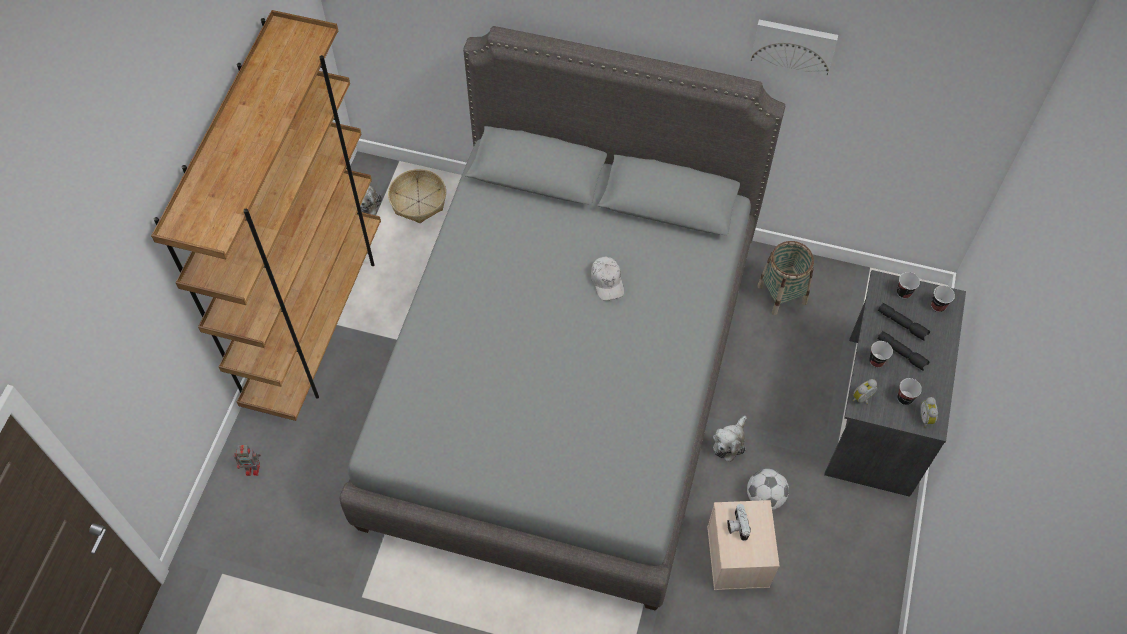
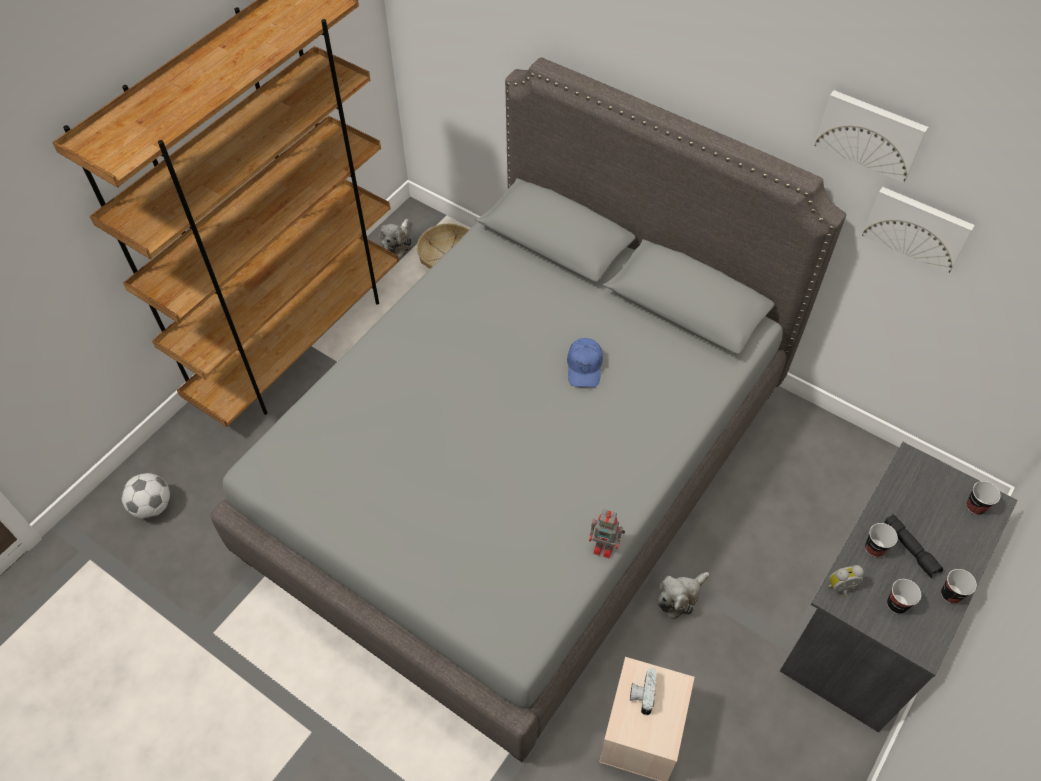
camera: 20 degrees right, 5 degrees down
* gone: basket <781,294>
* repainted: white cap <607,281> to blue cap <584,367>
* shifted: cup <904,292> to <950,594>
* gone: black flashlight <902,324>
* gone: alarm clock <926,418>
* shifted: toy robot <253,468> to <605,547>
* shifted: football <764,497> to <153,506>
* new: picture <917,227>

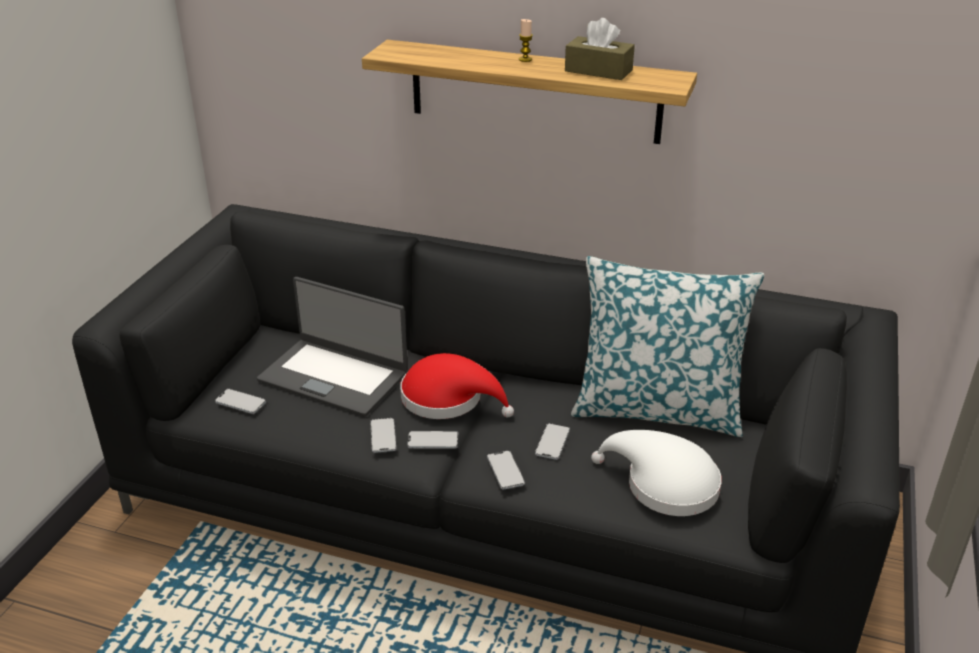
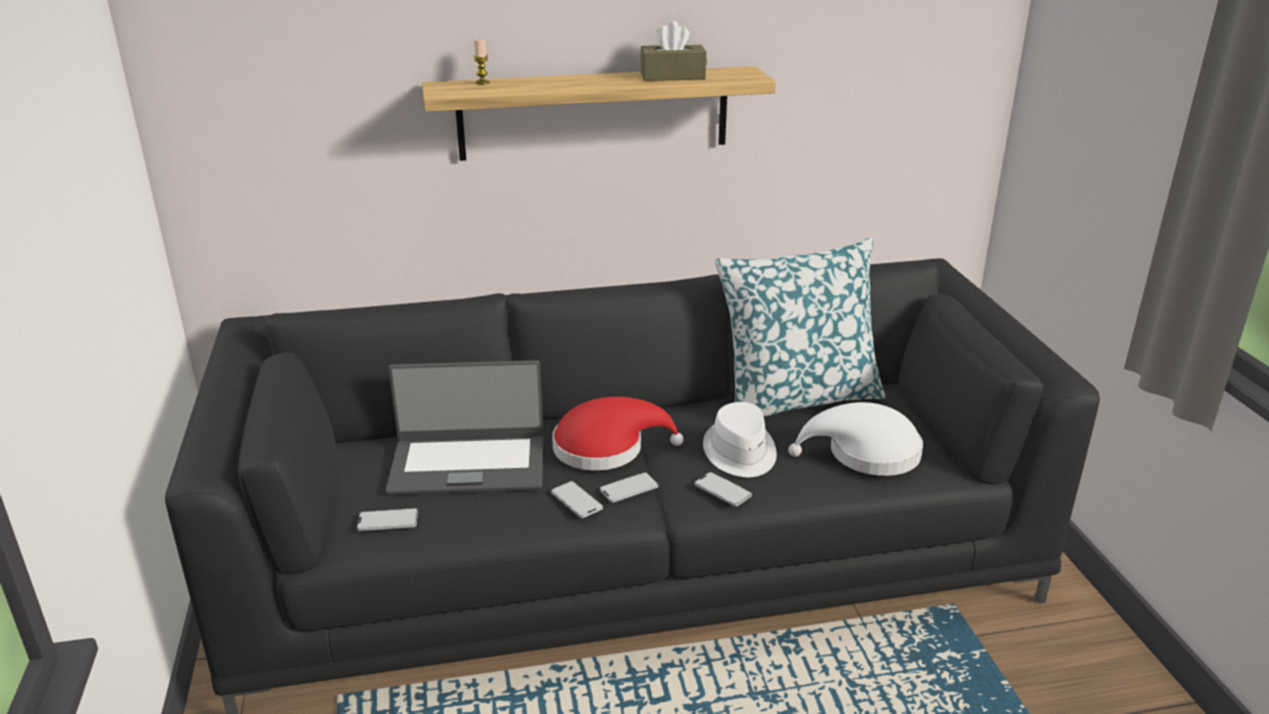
camera: 30 degrees left, 5 degrees down
* shifted: candle <525,59> to <482,83>
* swapped: phone <552,442> to white hat <739,452>

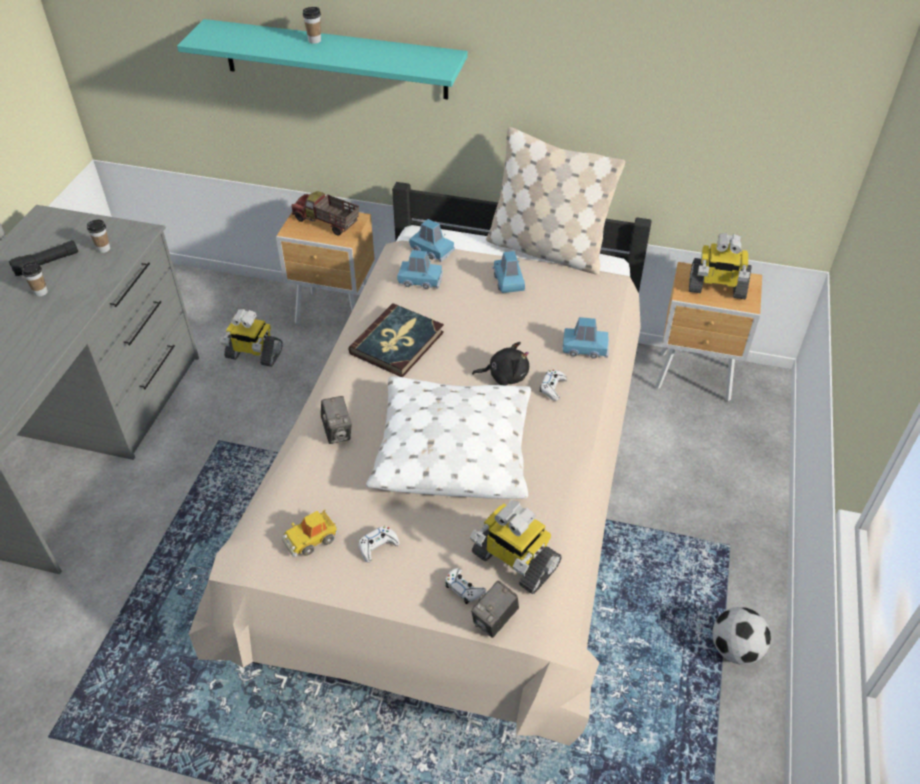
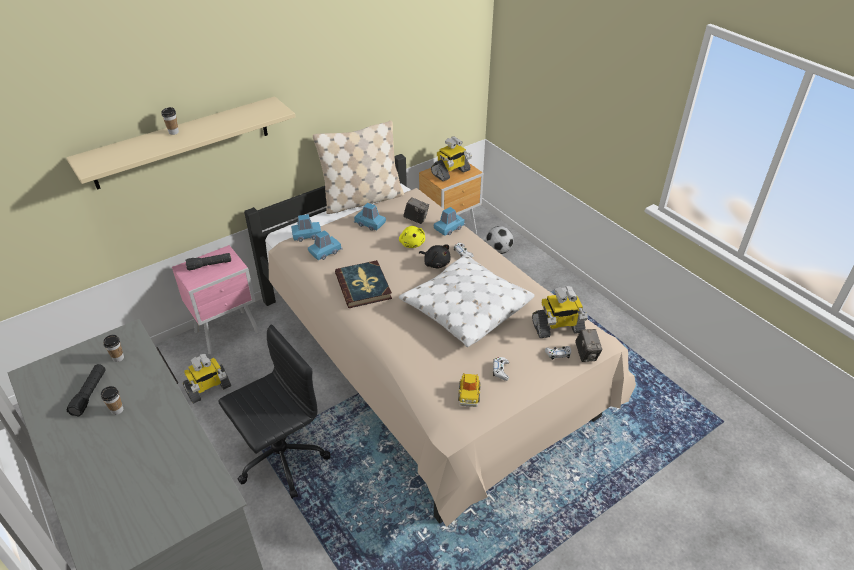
camera: 50 degrees left, 5 degrees down
* repainted: turquoise shelf <334,59> to beige shelf <182,142>
* swapped: toy truck <326,223> to black flashlight <209,265>
* repainted: brown nightstand <336,315> to pink nightstand <229,332>
* rotated: black plush toy <505,376> = <436,263> 90 degrees clockwise
* shifted: photo camera <337,432> to <416,219>
* shifted: football <735,649> to <498,250>
* new: yellow plush toy <412,243>
* new: black office chair <280,458>

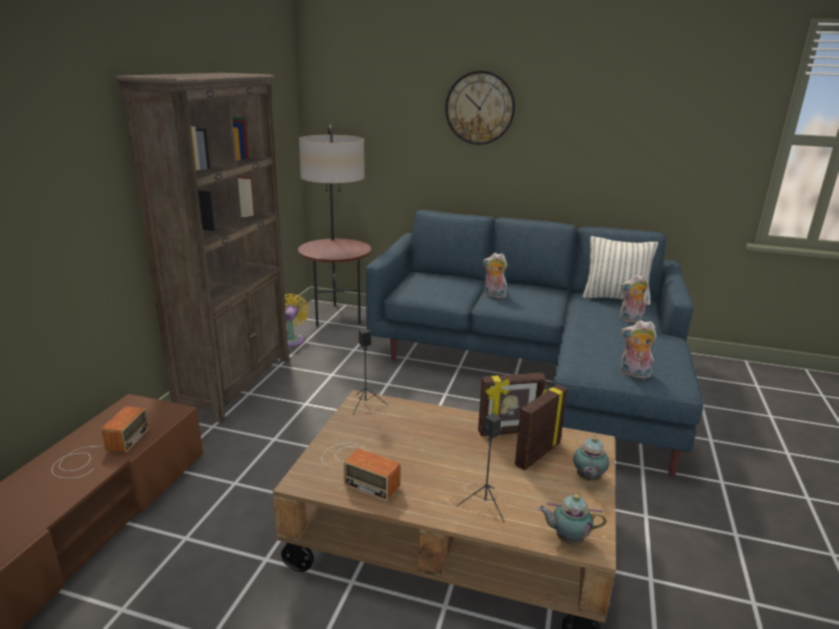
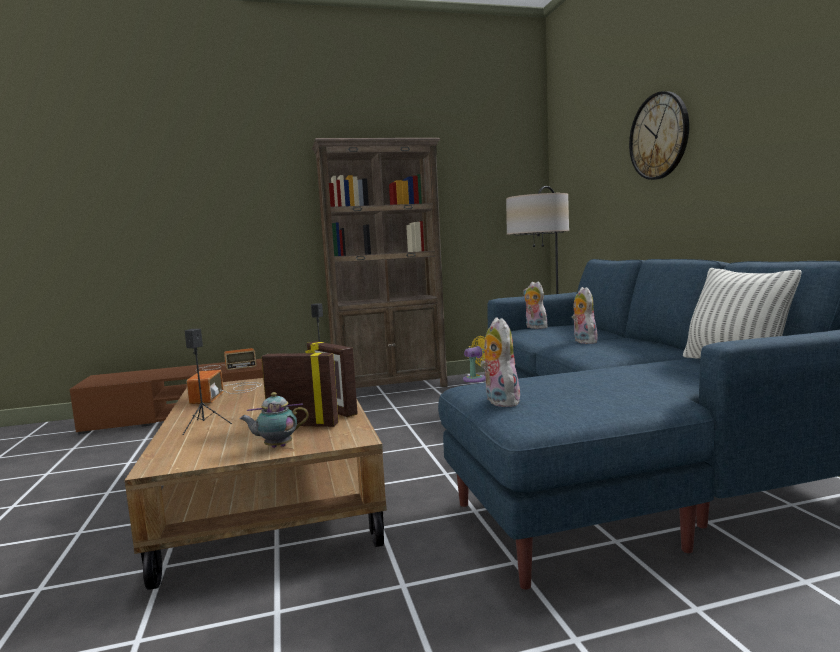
camera: 60 degrees right, 15 degrees down
* shifted: plush toy <630,320> to <534,327>
* gone: teapot <567,539>

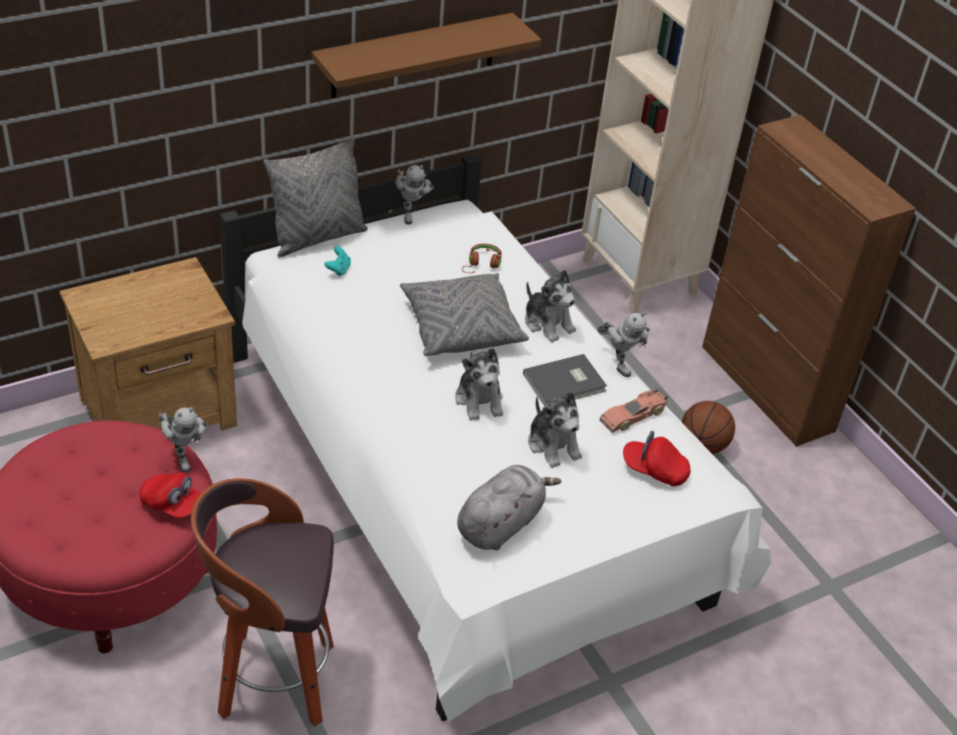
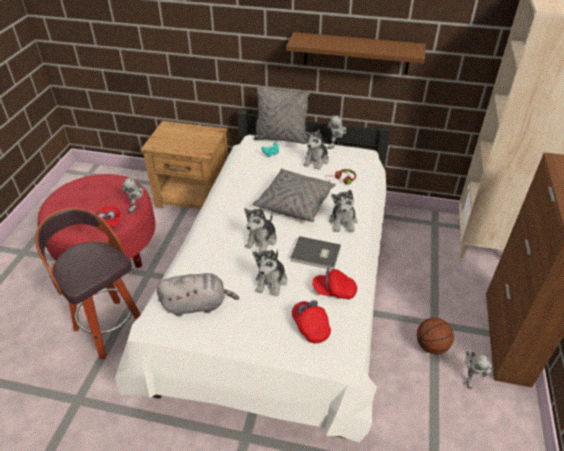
camera: 45 degrees right, 0 degrees up
* shifted: toy robot <618,363> to <470,376>
* swapped: toy car <633,416> to red cap <334,291>
* new: plush toy <316,161>

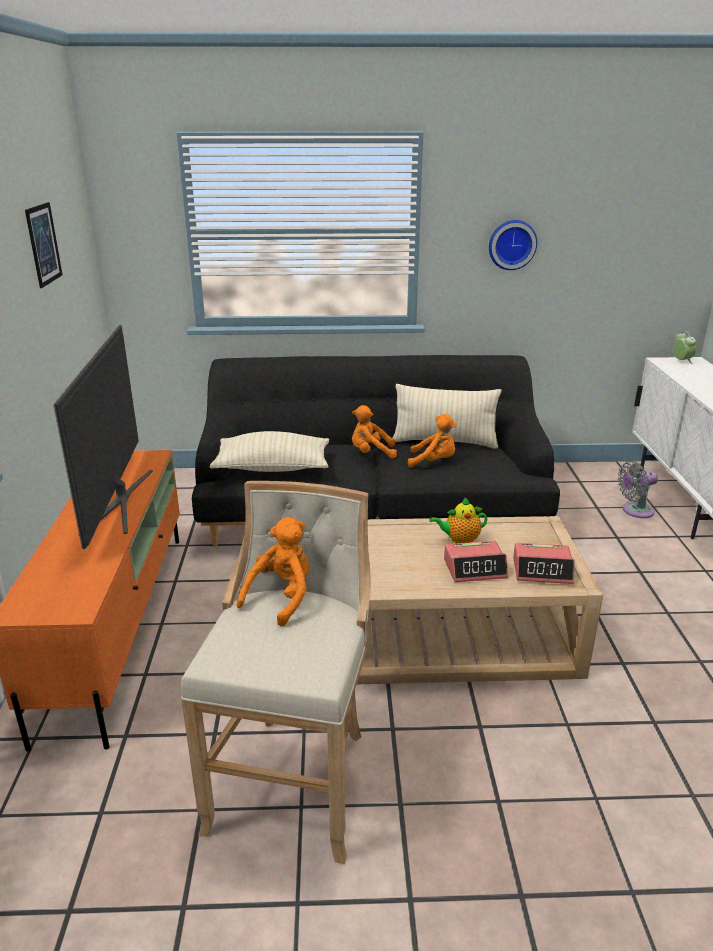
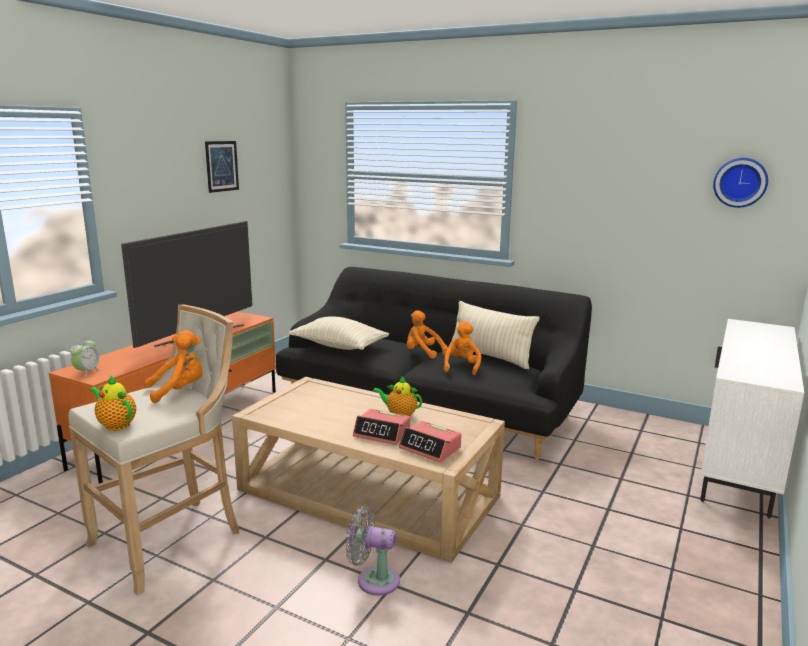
camera: 30 degrees right, 10 degrees down
* shifted: wall clock <511,244> to <740,182>
* shifted: alarm clock <681,361> to <87,372>
* rotated: orange plush toy <434,462> = <461,367> 120 degrees counterclockwise
* shifted: grey fan <635,511> to <373,580>
* new: teapot <116,425>

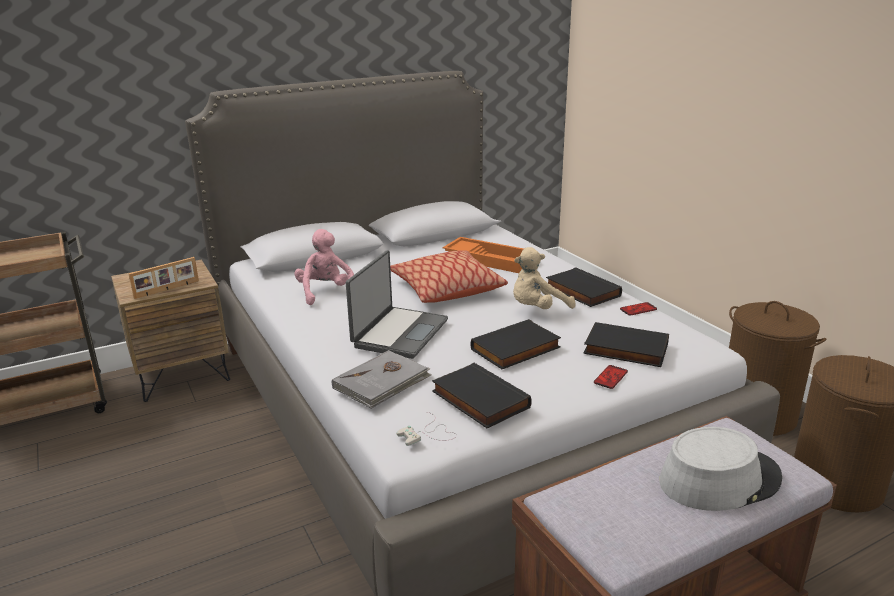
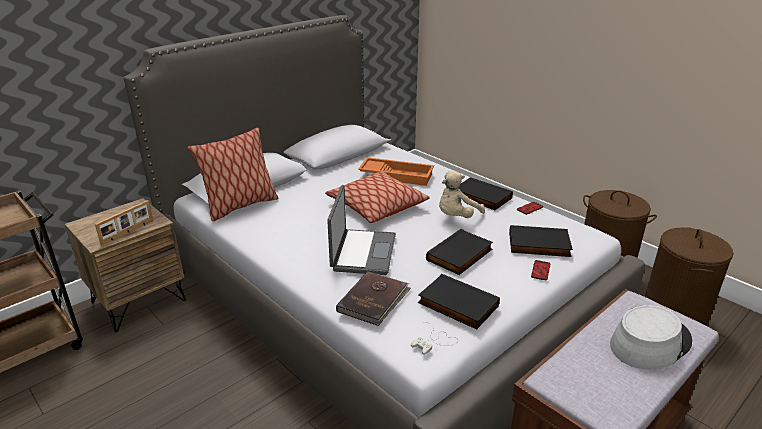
camera: 15 degrees left, 5 degrees up
* gone: pink plush toy <326,293>
* repainted: grey book <382,382> to brown book <374,300>
* new: pillow <240,206>

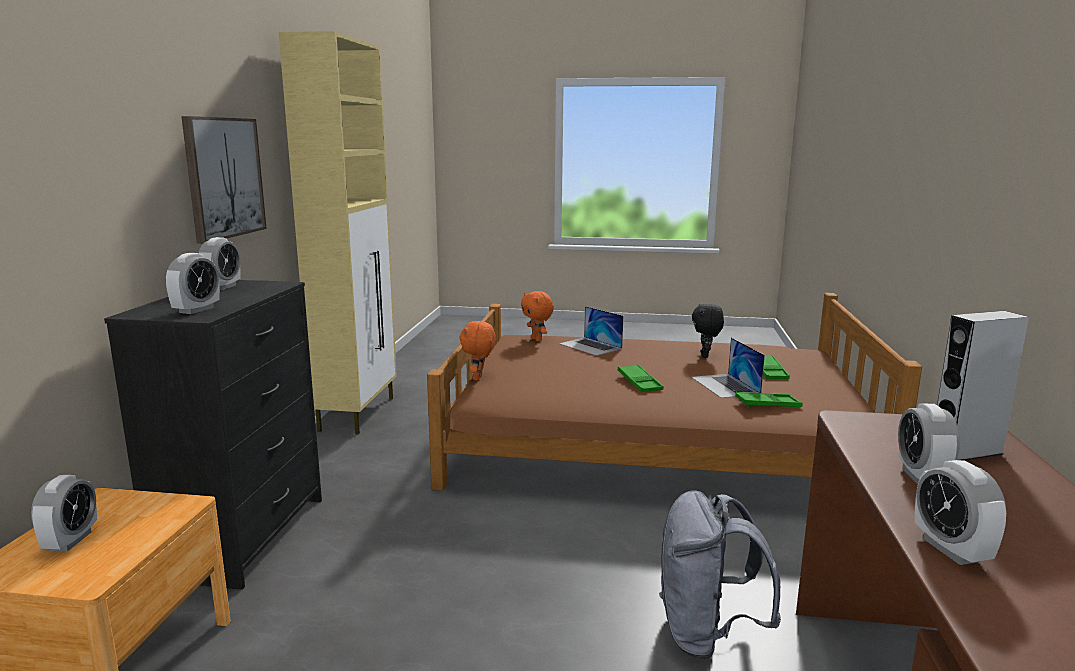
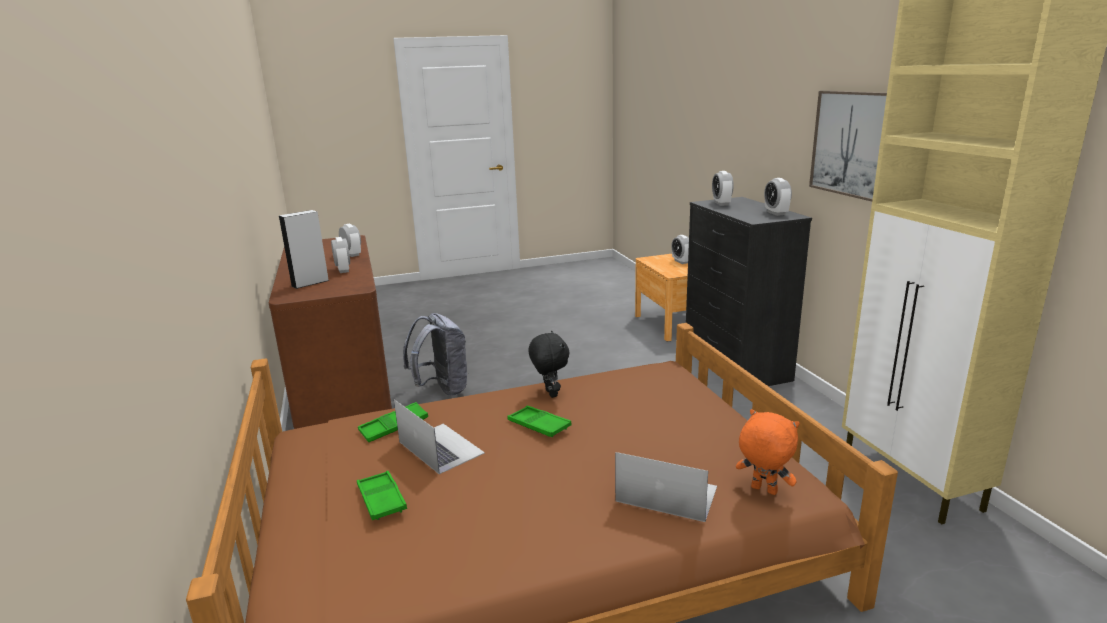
camera: 155 degrees right, 5 degrees up
* shifted: black plush toy <705,356> to <549,393>
* gone: orange plush toy <478,378>

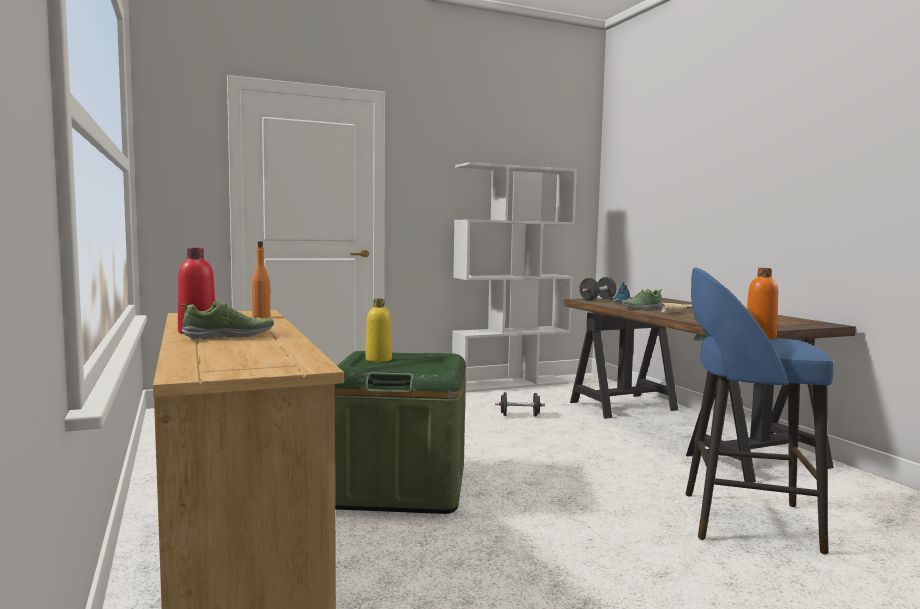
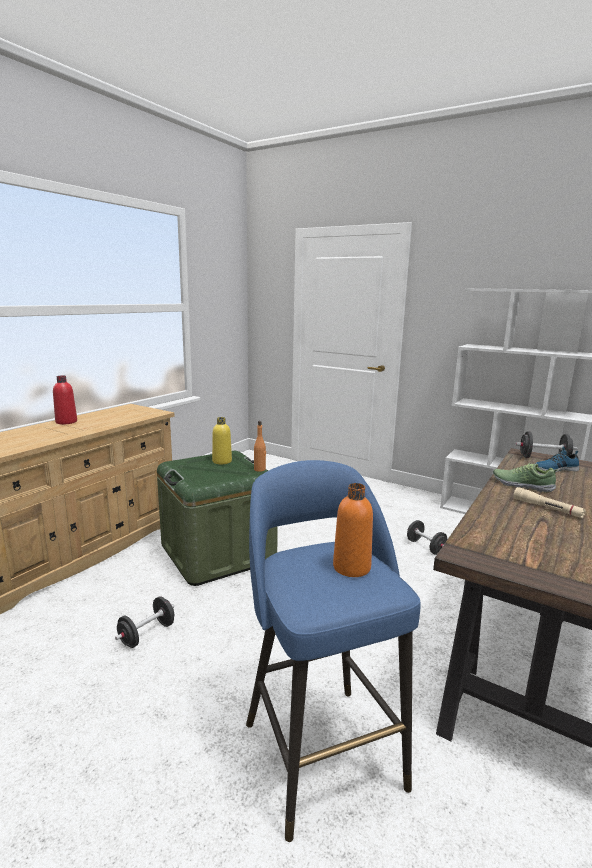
camera: 55 degrees right, 10 degrees up
* shifted: orange bottle <261,316> to <260,469>
* gone: shoe <229,337>
* new: black dumbbell <147,634>

